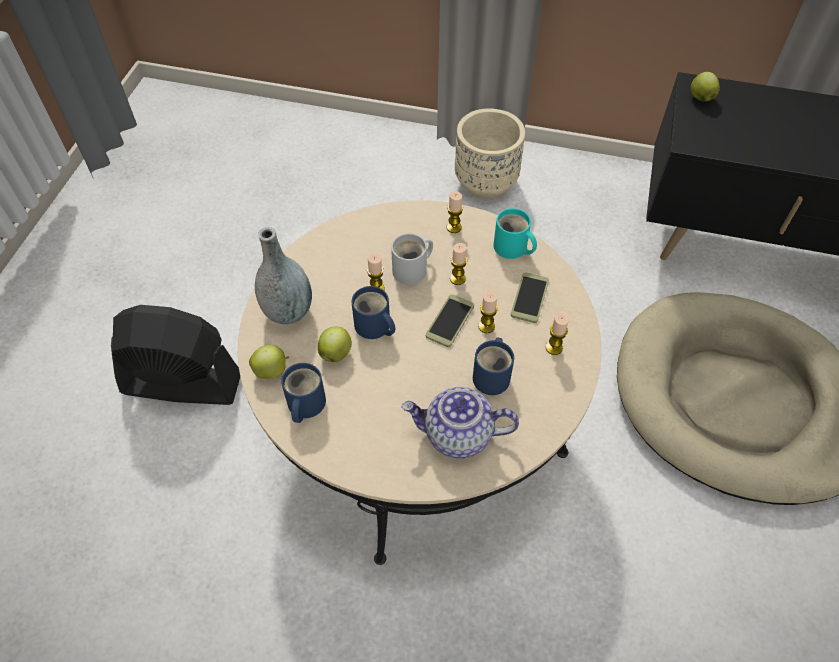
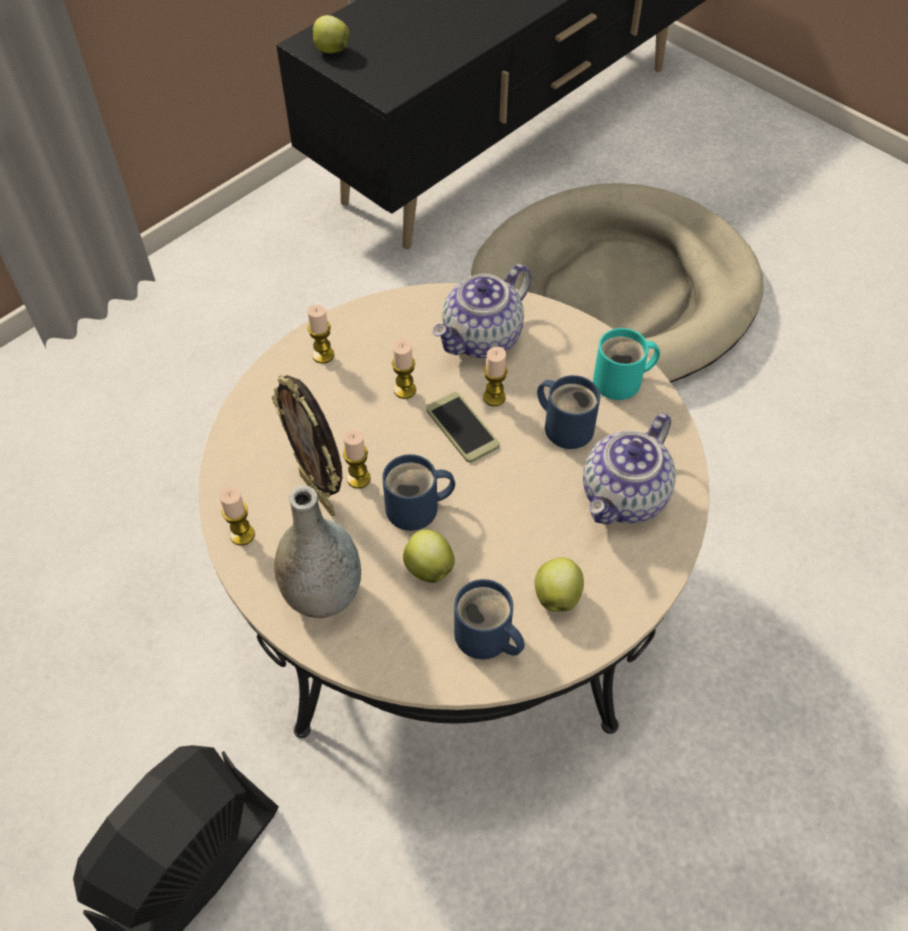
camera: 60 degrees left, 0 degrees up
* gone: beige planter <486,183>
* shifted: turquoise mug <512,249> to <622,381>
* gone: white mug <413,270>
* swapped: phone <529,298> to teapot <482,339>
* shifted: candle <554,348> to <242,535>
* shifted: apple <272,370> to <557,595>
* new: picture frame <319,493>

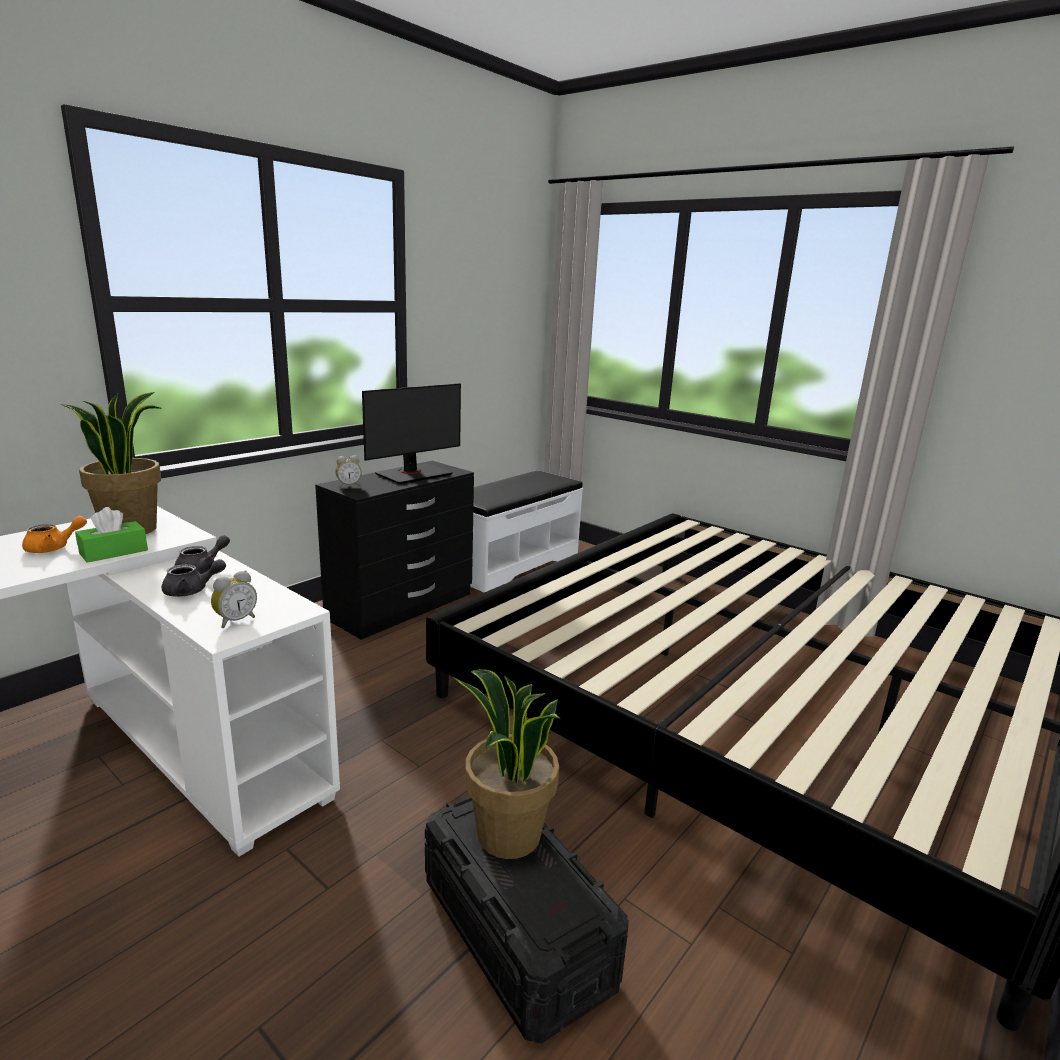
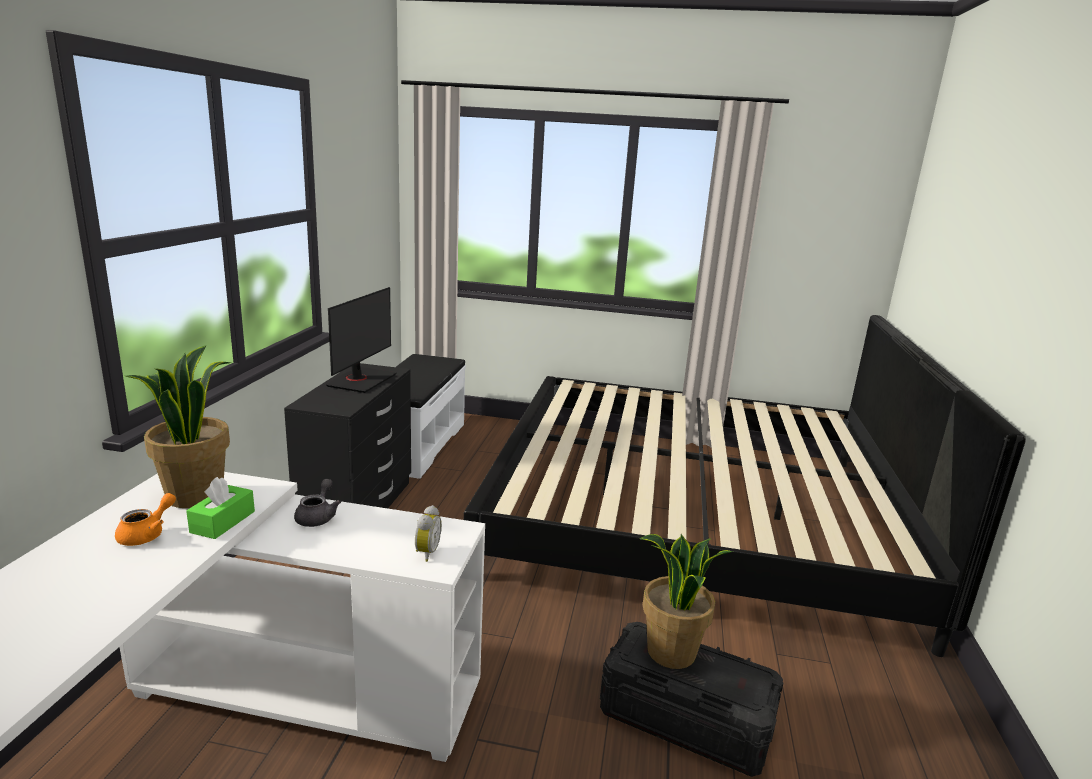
camera: 30 degrees left, 0 degrees up
* gone: alarm clock <348,486>
* gone: grey teapot <192,591>

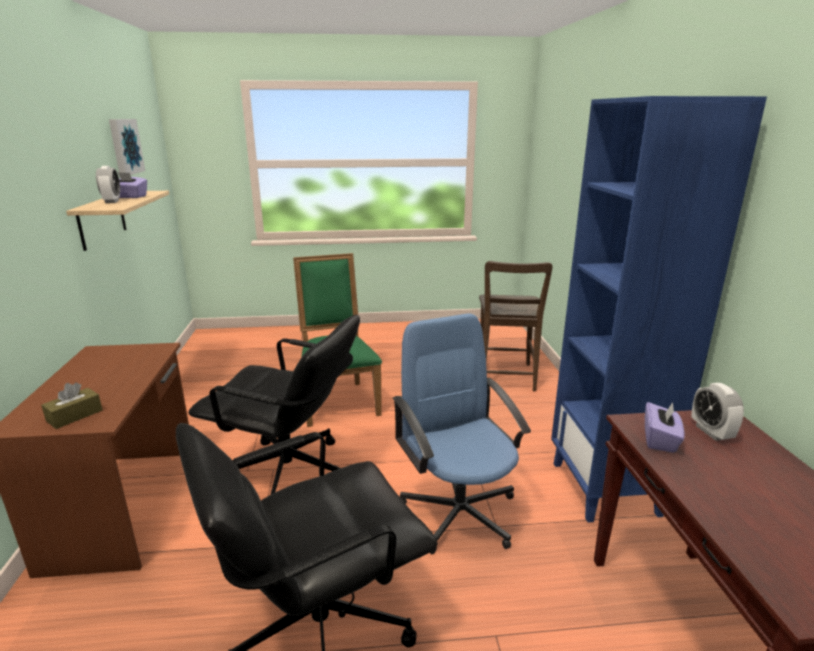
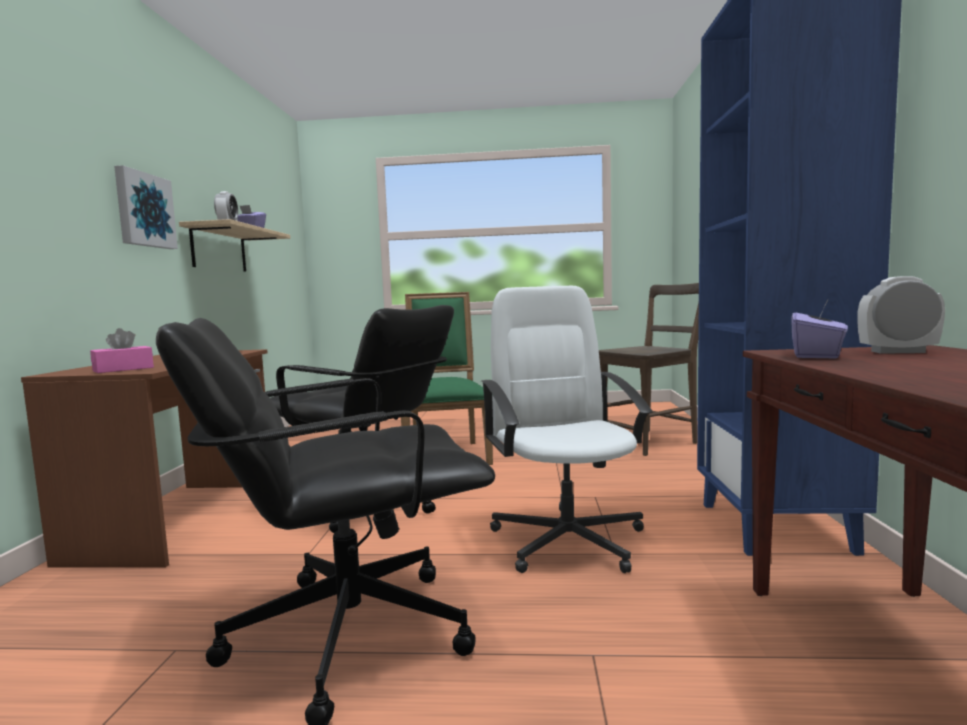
camera: 10 degrees right, 15 degrees down
* shifted: picture <124,146> to <144,210>
* rotated: brown chair <505,378> = <650,441> 135 degrees counterclockwise
* repainted: blue office chair <459,511> to white office chair <567,539>
* repainted: brown tissue box <74,416> to pink tissue box <123,369>
* rotated: alarm clock <711,432> = <897,352> 105 degrees clockwise

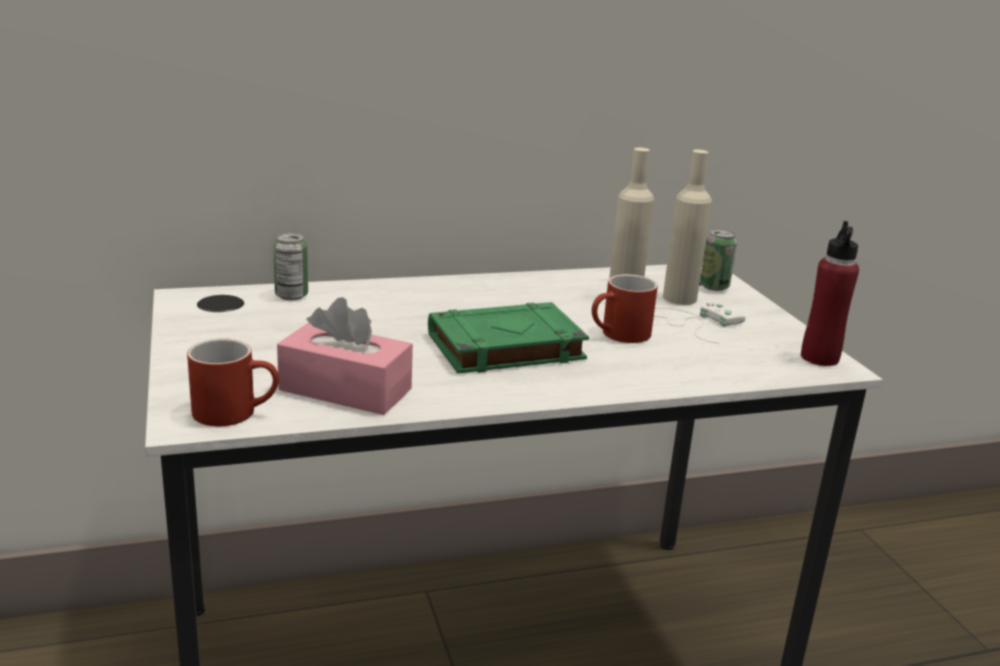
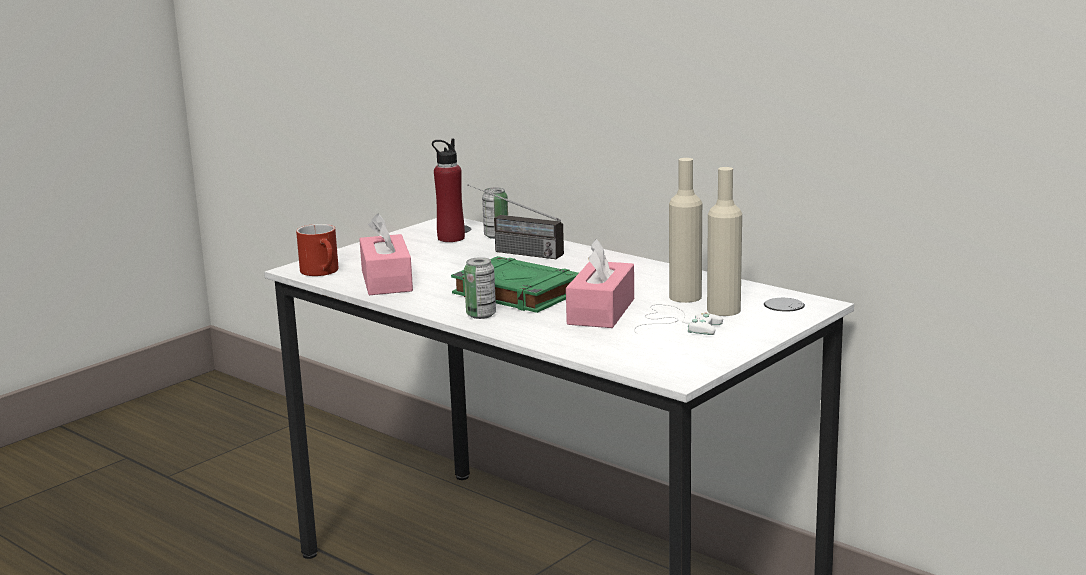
camera: 60 degrees right, 5 degrees down
* shifted: red bottle <819,358> to <451,238>
* shifted: can <714,286> to <481,315>
* swapped: red mug <619,336> to pink tissue box <601,311>
* new: radio <511,251>

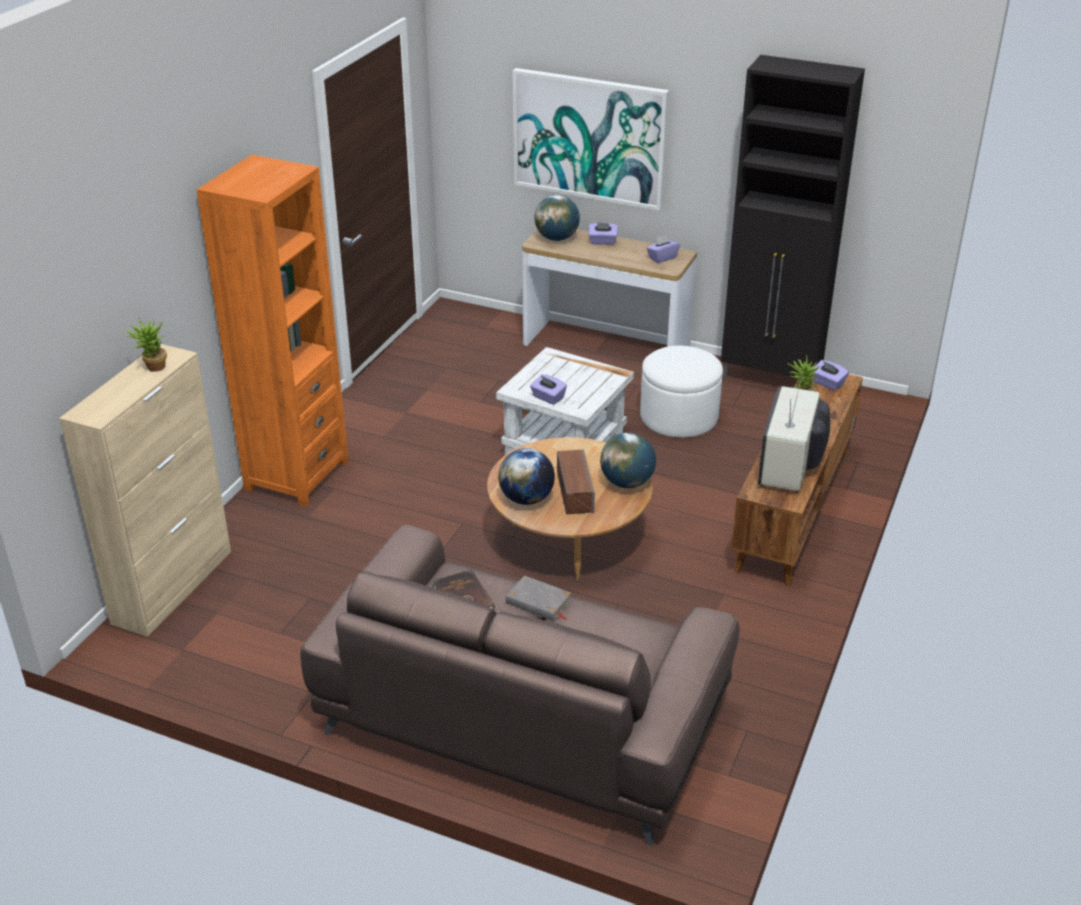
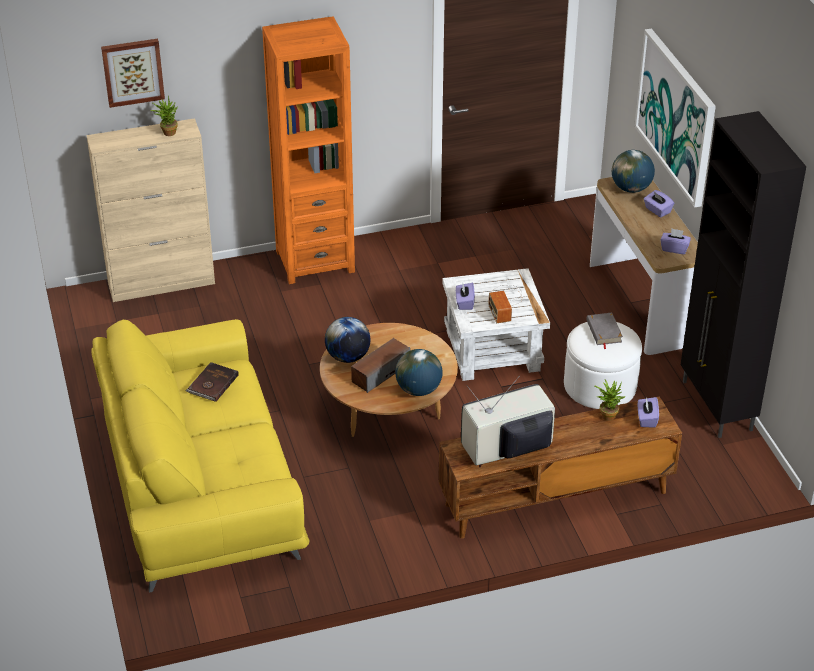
camera: 50 degrees right, 5 degrees up
* repainted: brown sofa <522,717> to yellow sofa <200,482>
* shifted: grey book <538,602> to <603,331>
* new: picture <133,72>
* new: radio <506,303>

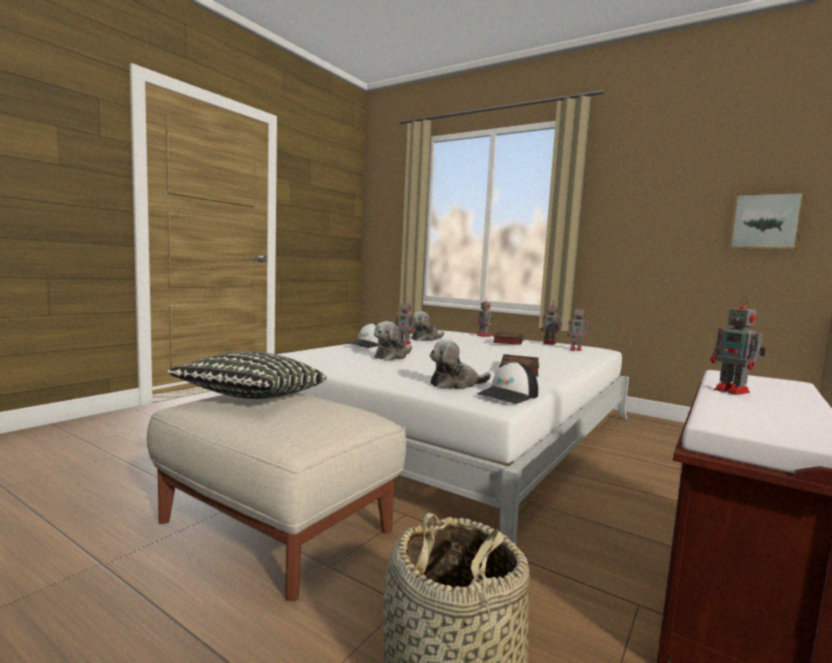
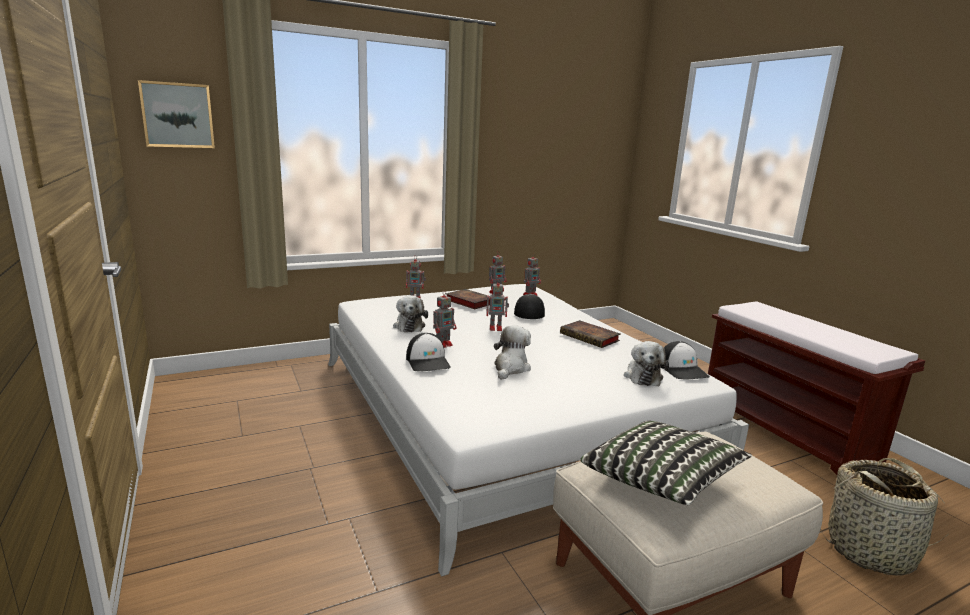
camera: 60 degrees left, 10 degrees up
* shifted: picture <765,221> to <178,115>
* shifted: toy robot <733,391> to <496,328>
* rotated: plush toy <392,356> = <510,368> 135 degrees counterclockwise
* new: cap <529,312>

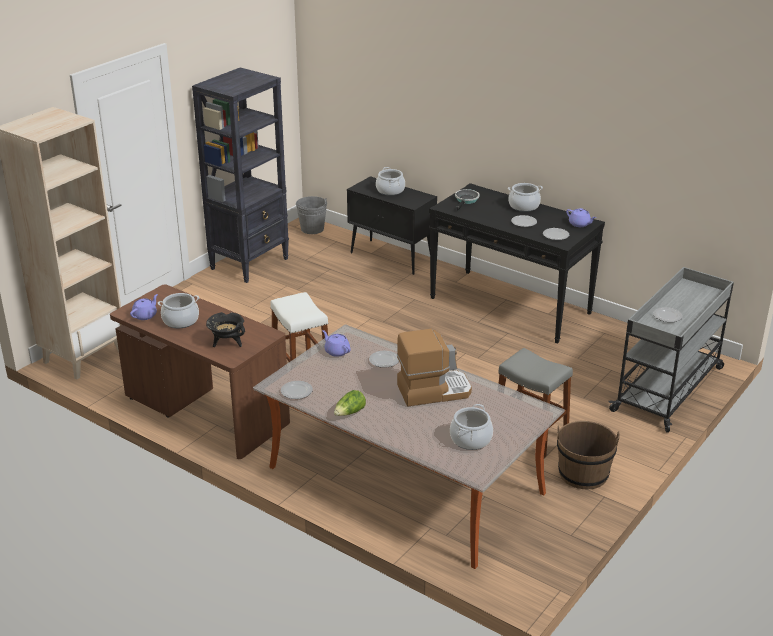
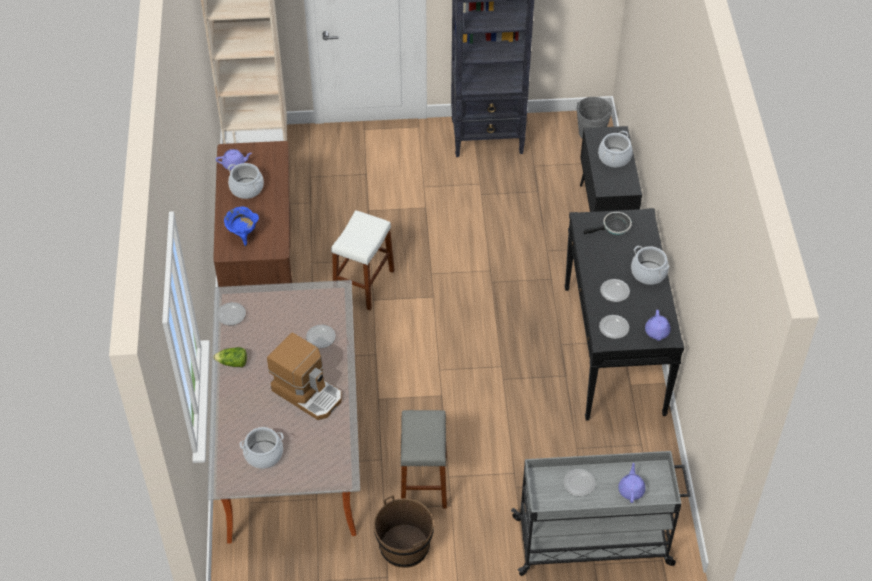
camera: 50 degrees right, 20 degrees up
* repainted: black cooking pot <227,343> to blue cooking pot <243,235>
* shifted: purple teapot <336,351> to <631,490>

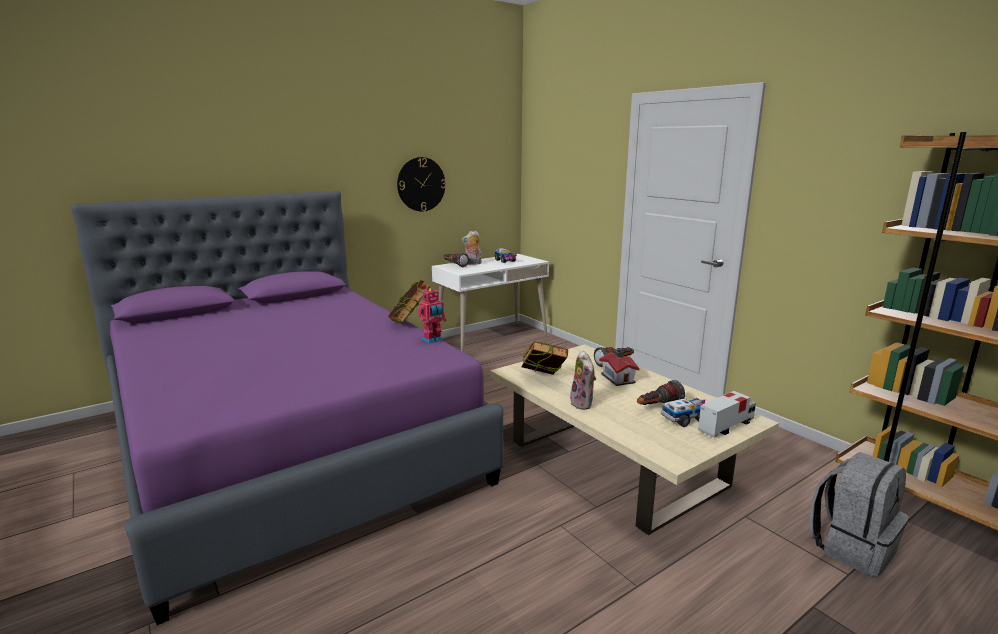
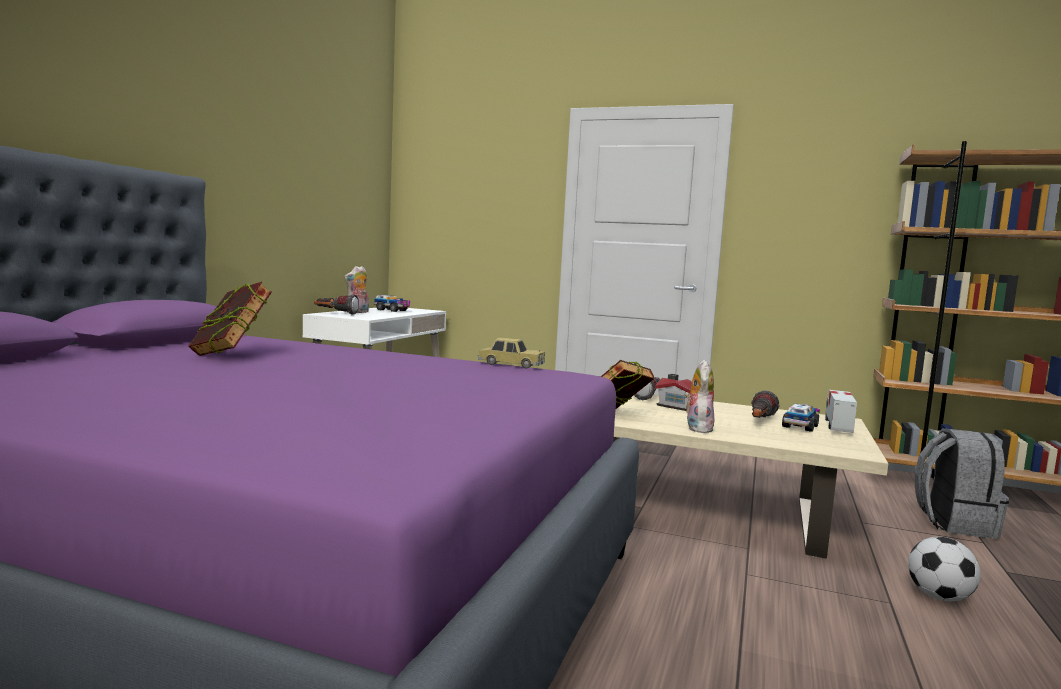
camera: 35 degrees left, 10 degrees down
* gone: wall clock <421,184>
* shifted: book <410,323> to <231,355>
* swapped: toy robot <433,340> to toy car <511,364>
* rotated: plush toy <583,404> = <697,428> 120 degrees counterclockwise
* new: football <939,597>

